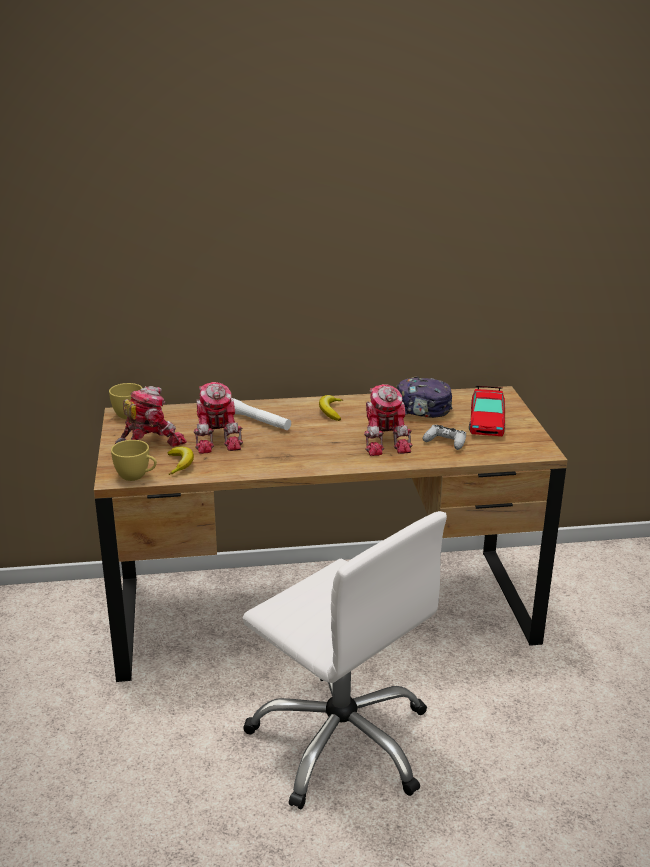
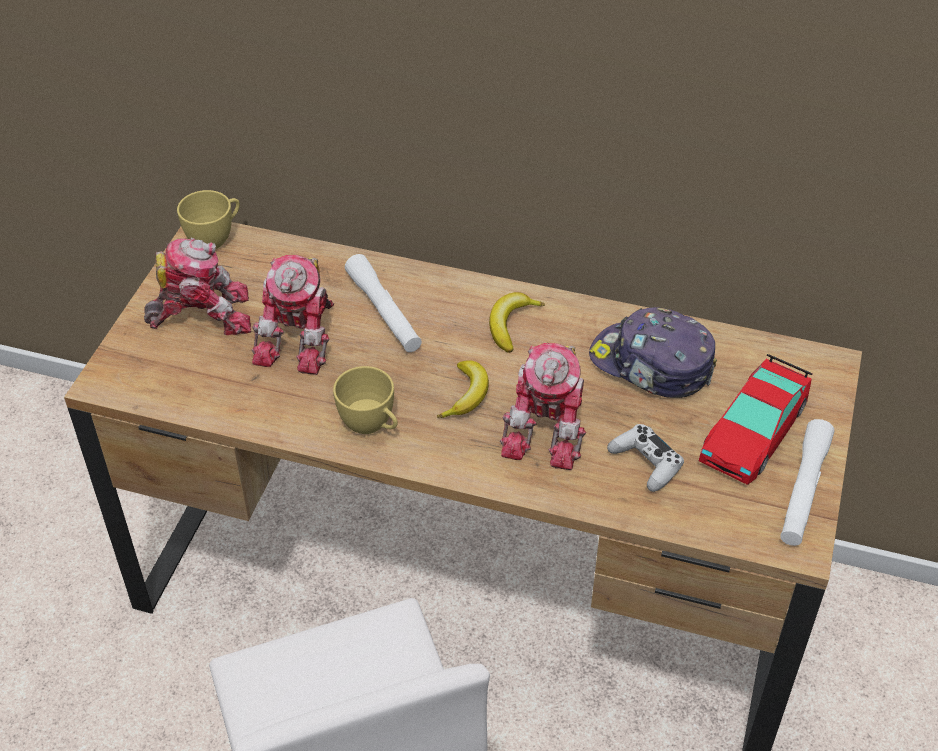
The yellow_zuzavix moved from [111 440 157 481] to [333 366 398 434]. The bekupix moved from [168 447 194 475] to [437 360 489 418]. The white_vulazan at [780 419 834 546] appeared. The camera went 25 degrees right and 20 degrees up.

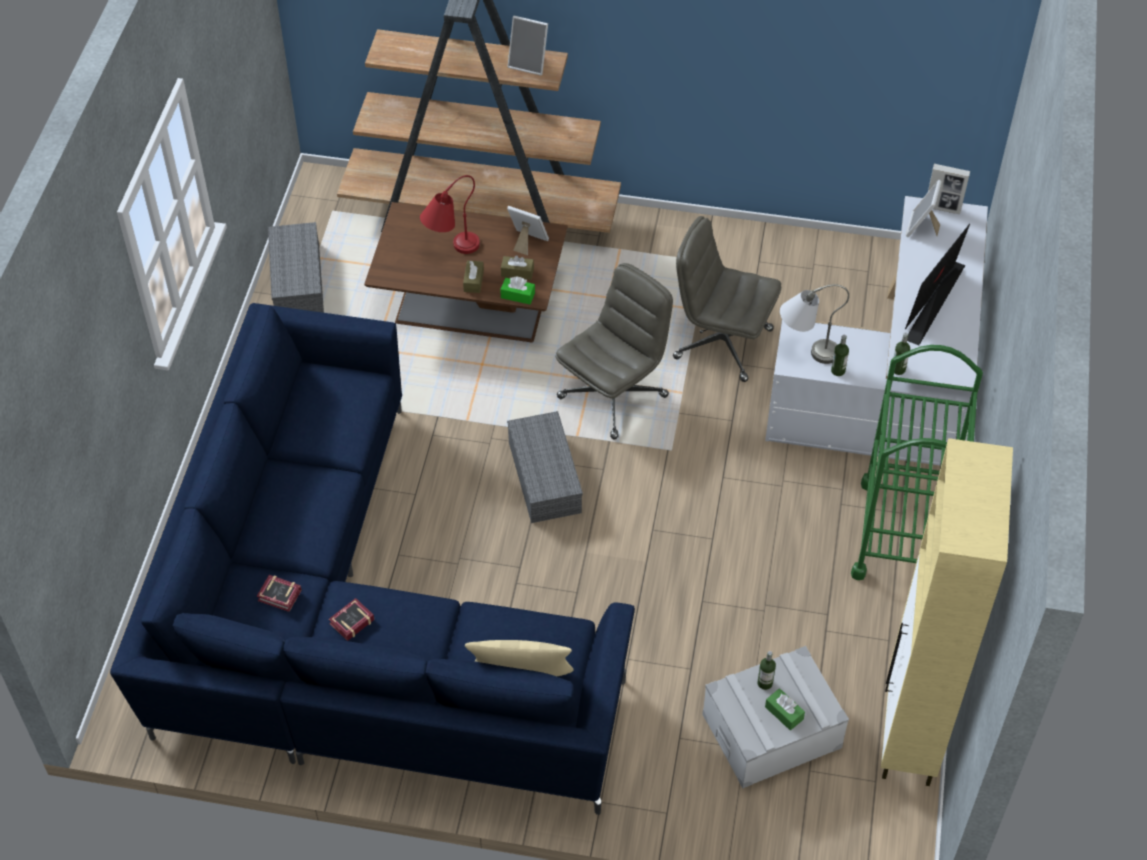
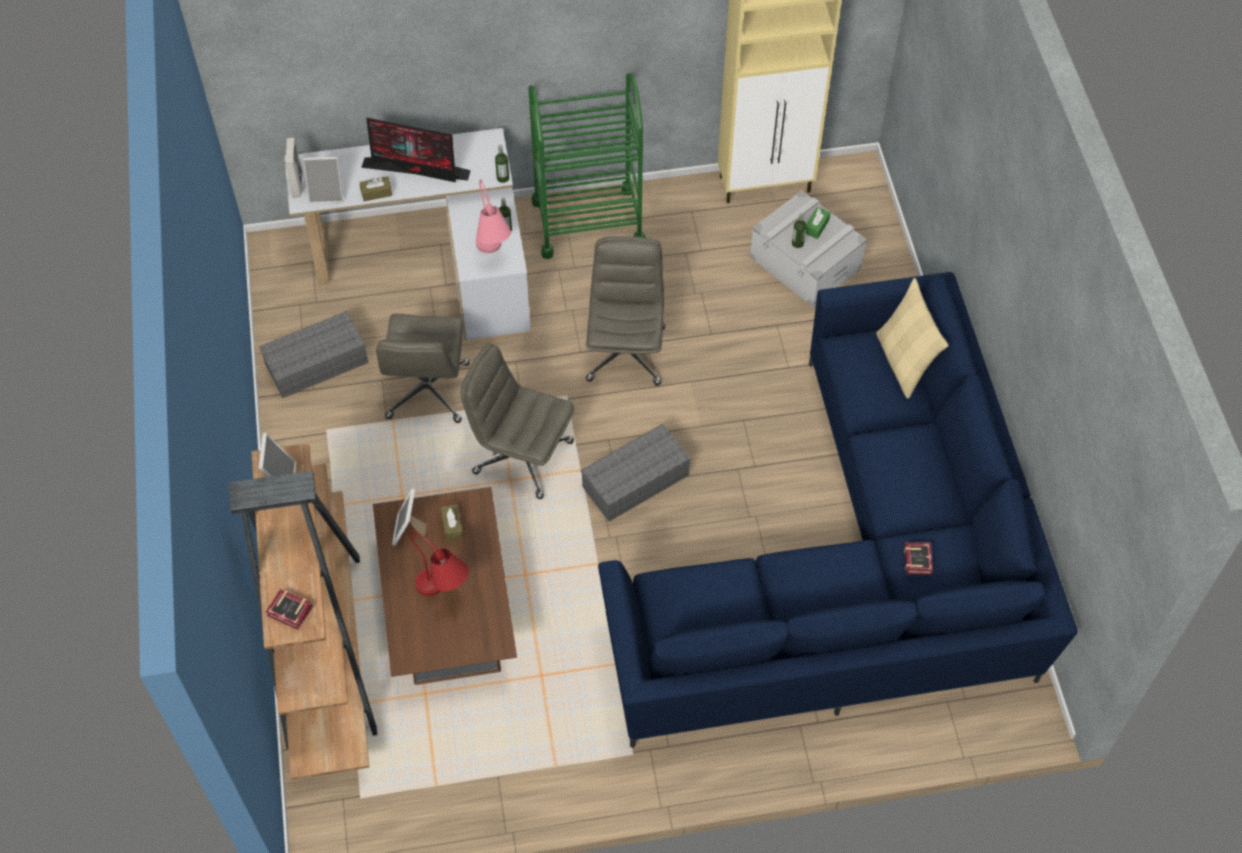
The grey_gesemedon moved from [268 222 324 313] to [259 311 369 398]. The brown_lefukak moved from [463 260 484 293] to [359 176 392 201]. The green_lefukak at [500 277 535 304] disappeared. The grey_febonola at [780 284 849 364] became the pink_febonola at [476 179 511 253]. The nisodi moved from [329 598 375 641] to [266 589 313 630]. The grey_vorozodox at [586 236 665 385] appeared. The camera went 110 degrees left and 5 degrees up.

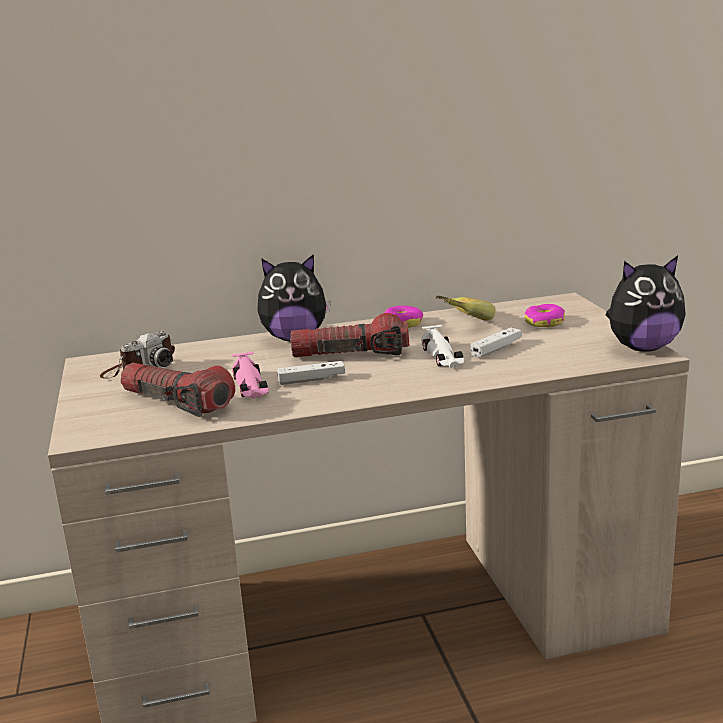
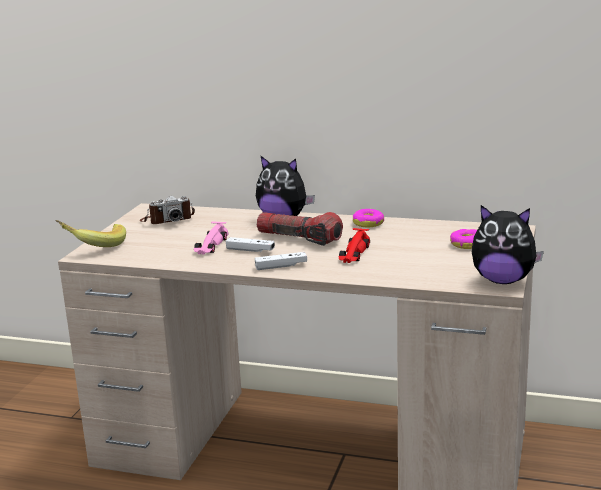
The bekupix moved from [436 296 495 320] to [55 220 126 247]. The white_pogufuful at [421 325 464 368] became the red_pogufuful at [338 228 370 263]. The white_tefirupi moved from [470 328 522 358] to [255 252 307 270]. The vulazan at [121 363 235 417] disappeared. The camera went 30 degrees right and 0 degrees up.

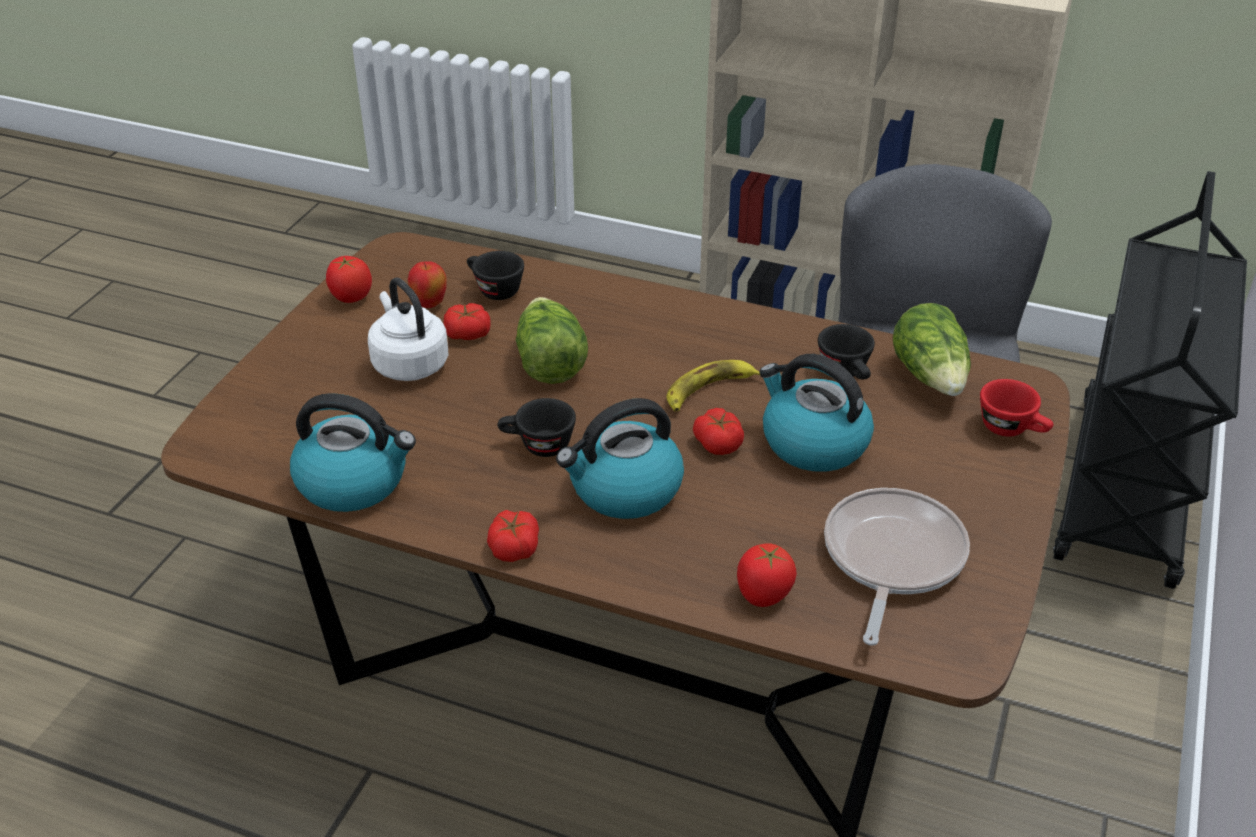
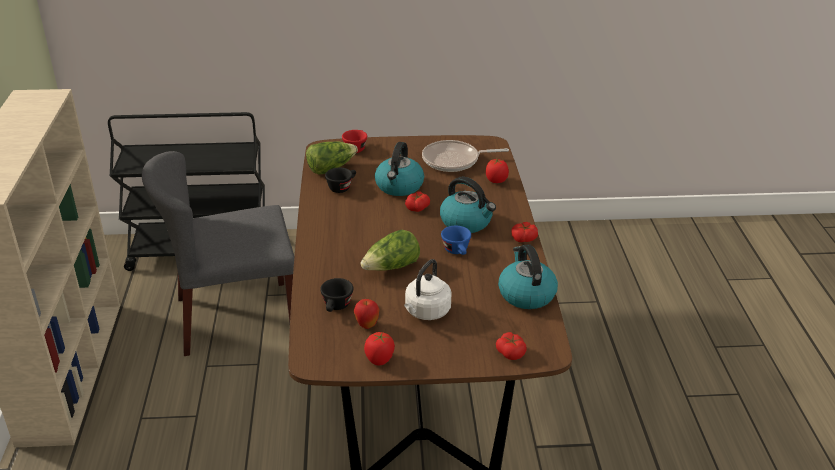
The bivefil moved from [444 303 491 340] to [496 332 527 360]. The bekupix at [666 360 761 411] disappeared. The black_zuzavix at [498 398 576 457] became the blue_zuzavix at [441 226 471 255]. The camera went 115 degrees left and 5 degrees down.

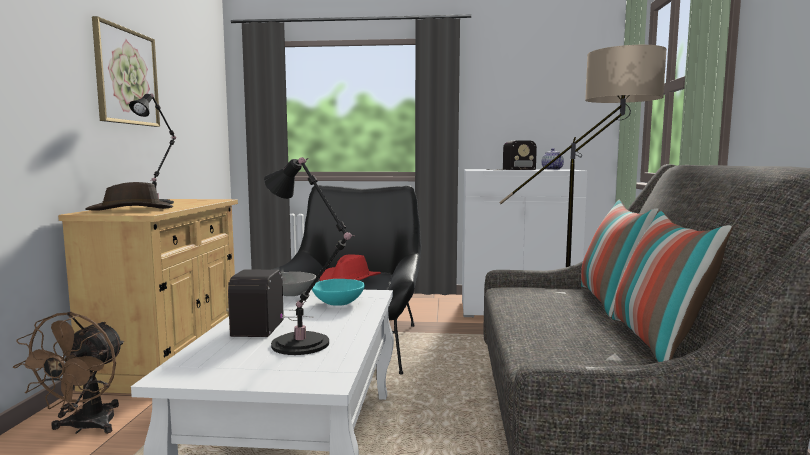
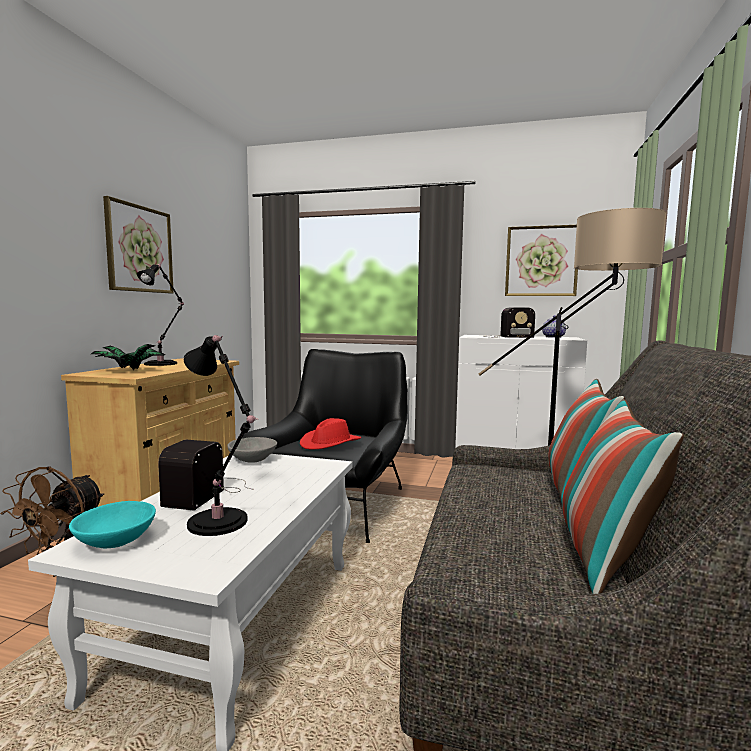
The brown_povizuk at [85 182 173 211] was replaced by the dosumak at [91 344 165 370]. The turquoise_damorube moved from [312 279 365 306] to [69 501 156 548]. The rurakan at [505 225 578 296] appeared. The camera went 10 degrees right and 0 degrees up.

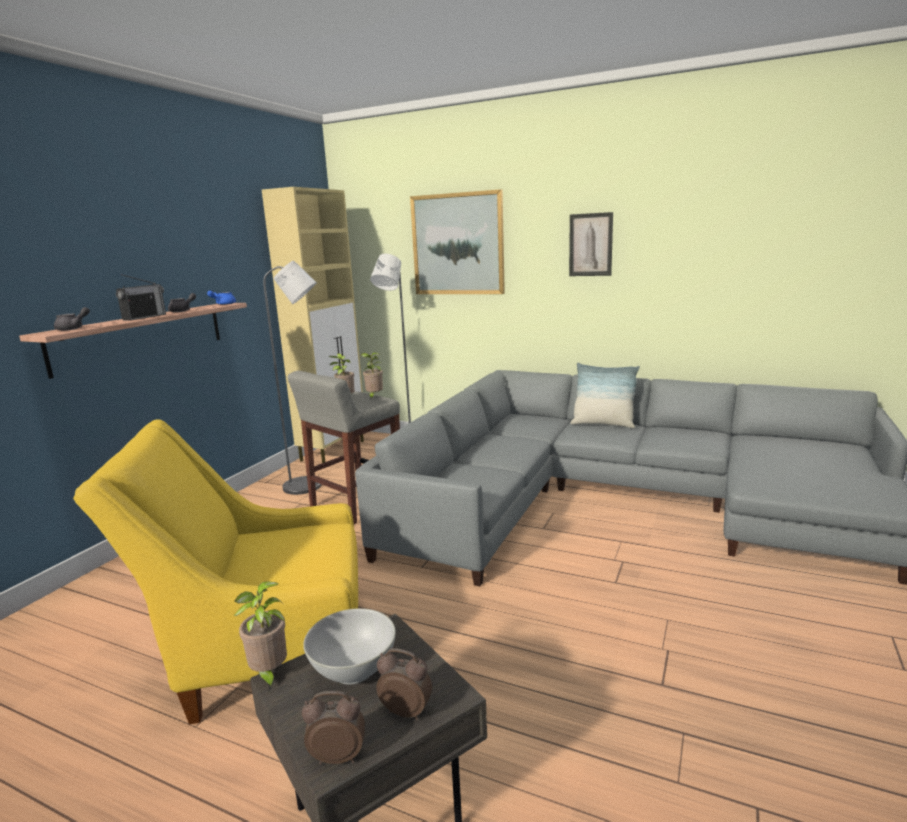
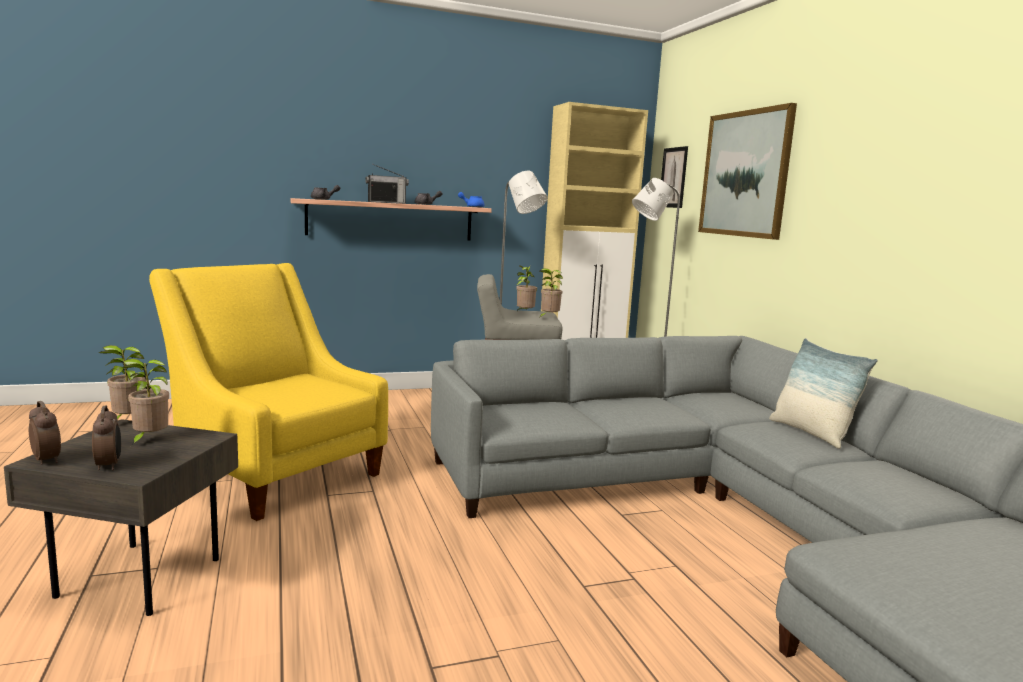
The rurakan moved from [569 212 613 276] to [661 146 688 208]. The white_damorube at [303 608 396 684] was replaced by the dosumak at [121 359 169 446]. The camera went 45 degrees right and 5 degrees down.

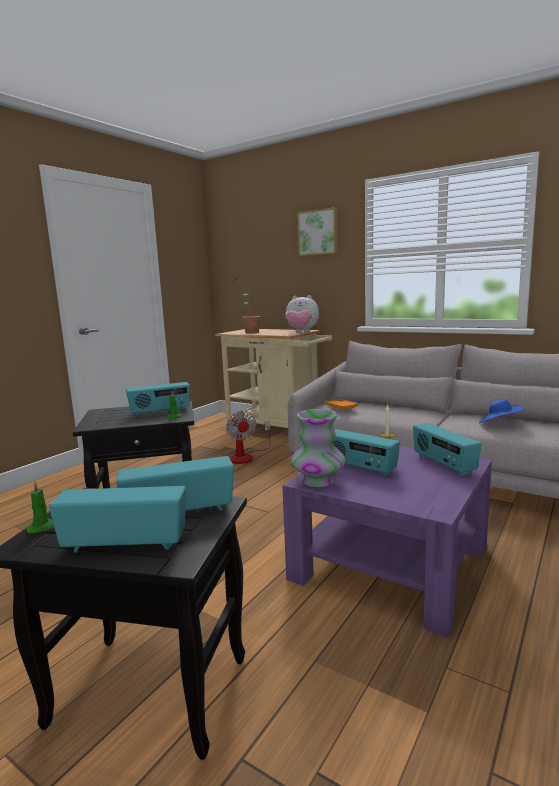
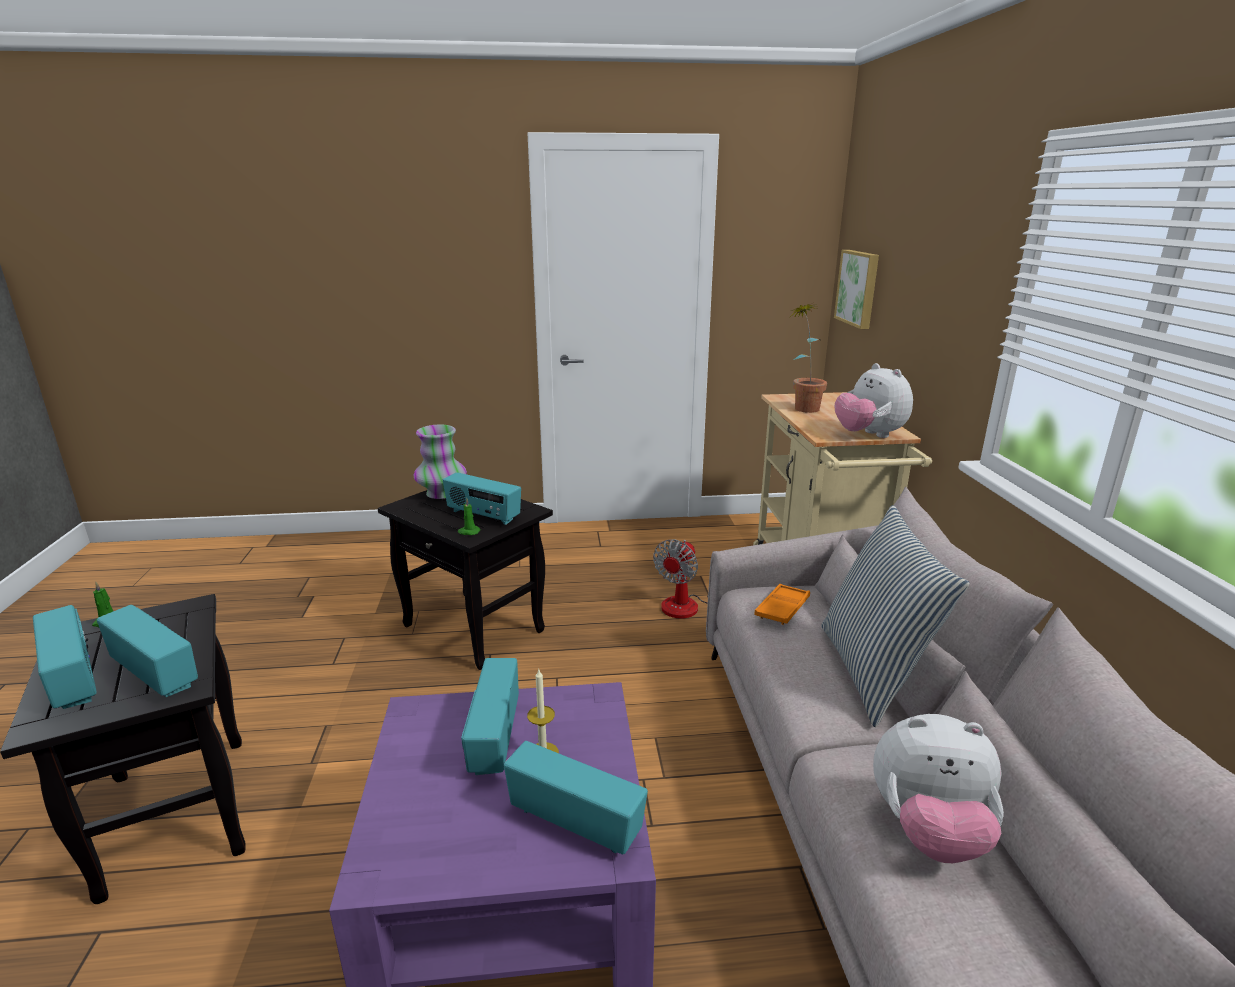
The rurakan moved from [297 207 338 256] to [834 250 879 329]. The blue_povizuk at [479 399 524 423] was replaced by the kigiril at [873 714 1004 863]. The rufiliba moved from [291 409 345 487] to [413 425 467 499]. The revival at [413 423 481 476] turned 90 degrees clockwise. The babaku at [821 505 970 727] appeared. The camera went 50 degrees right and 10 degrees up.

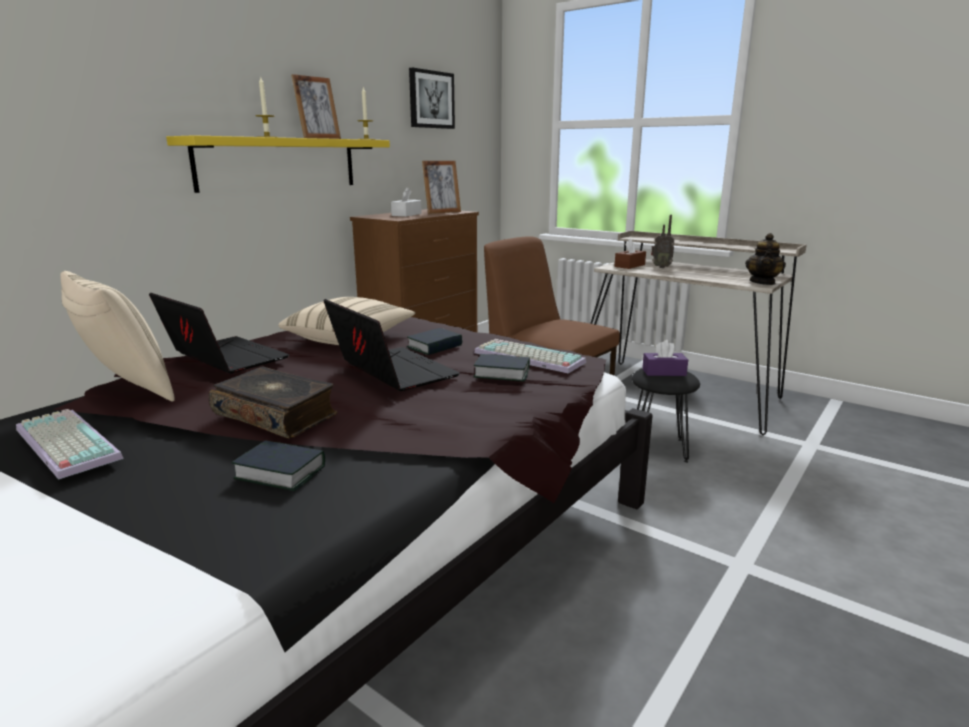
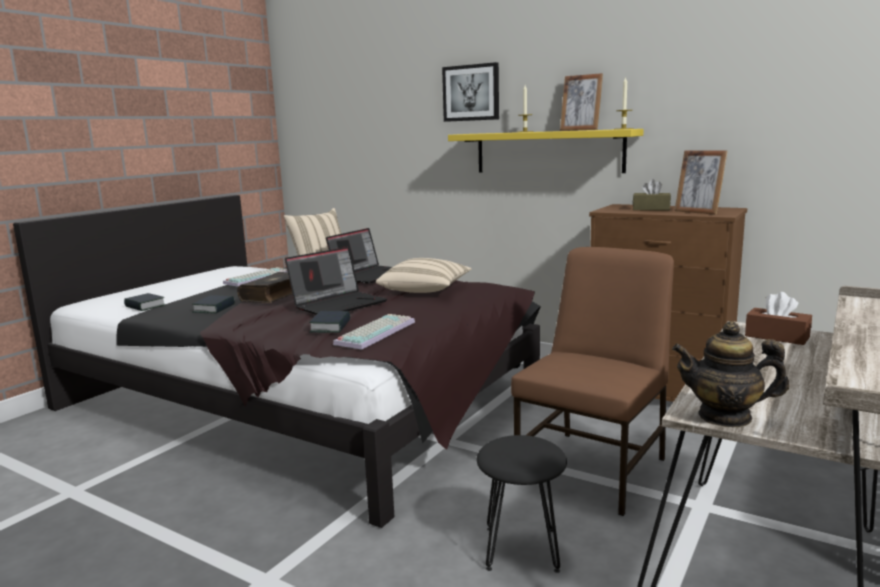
The rurakan moved from [409 68 455 129] to [442 62 499 122]. The white_lefukak at [391 187 422 217] became the brown_lefukak at [633 179 671 211]. The revival at [651 215 675 268] disappeared. The nisodi moved from [406 328 462 355] to [124 293 165 311]. The purple_lefukak at [642 340 688 376] disappeared. The camera went 85 degrees right and 5 degrees down.

